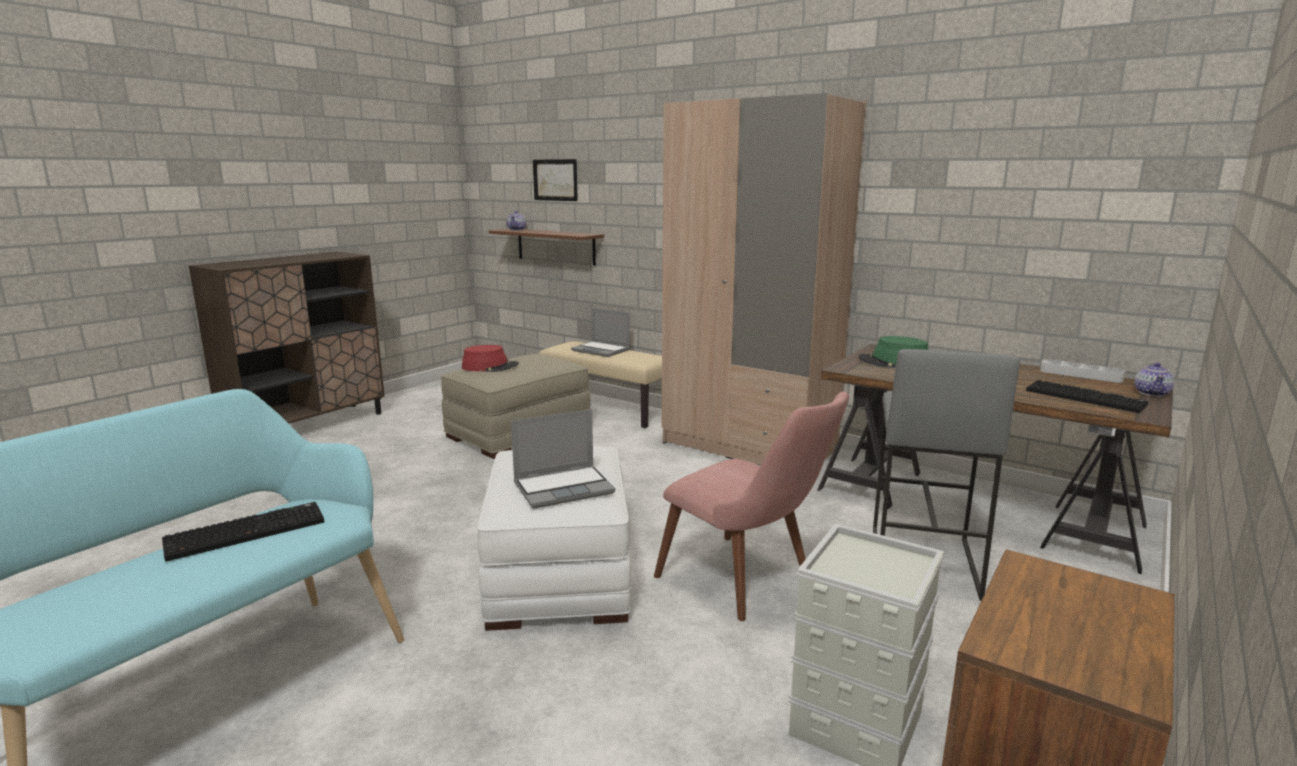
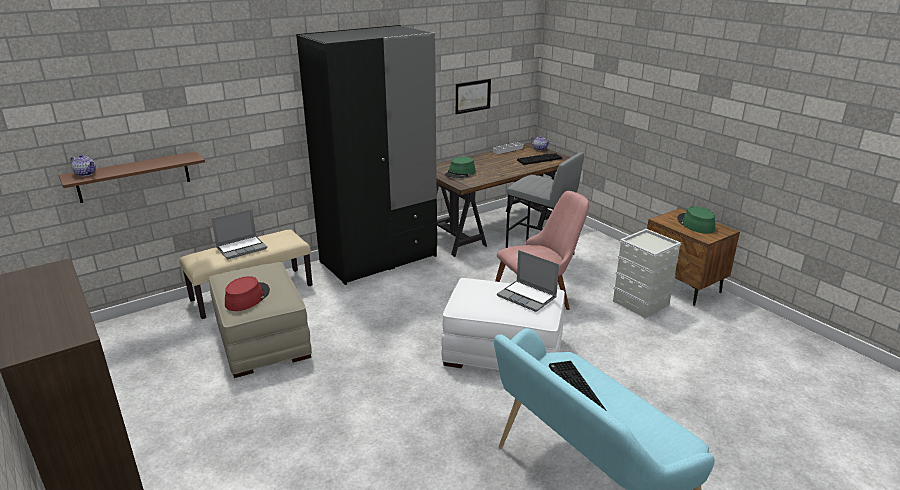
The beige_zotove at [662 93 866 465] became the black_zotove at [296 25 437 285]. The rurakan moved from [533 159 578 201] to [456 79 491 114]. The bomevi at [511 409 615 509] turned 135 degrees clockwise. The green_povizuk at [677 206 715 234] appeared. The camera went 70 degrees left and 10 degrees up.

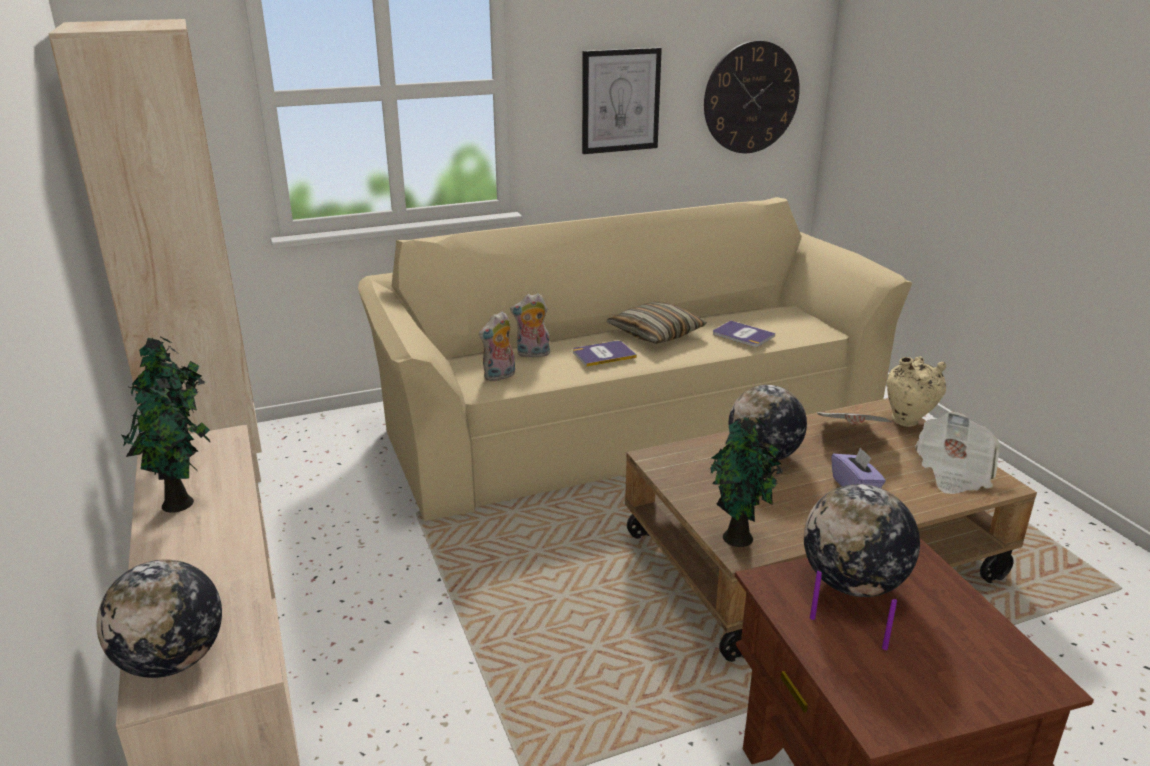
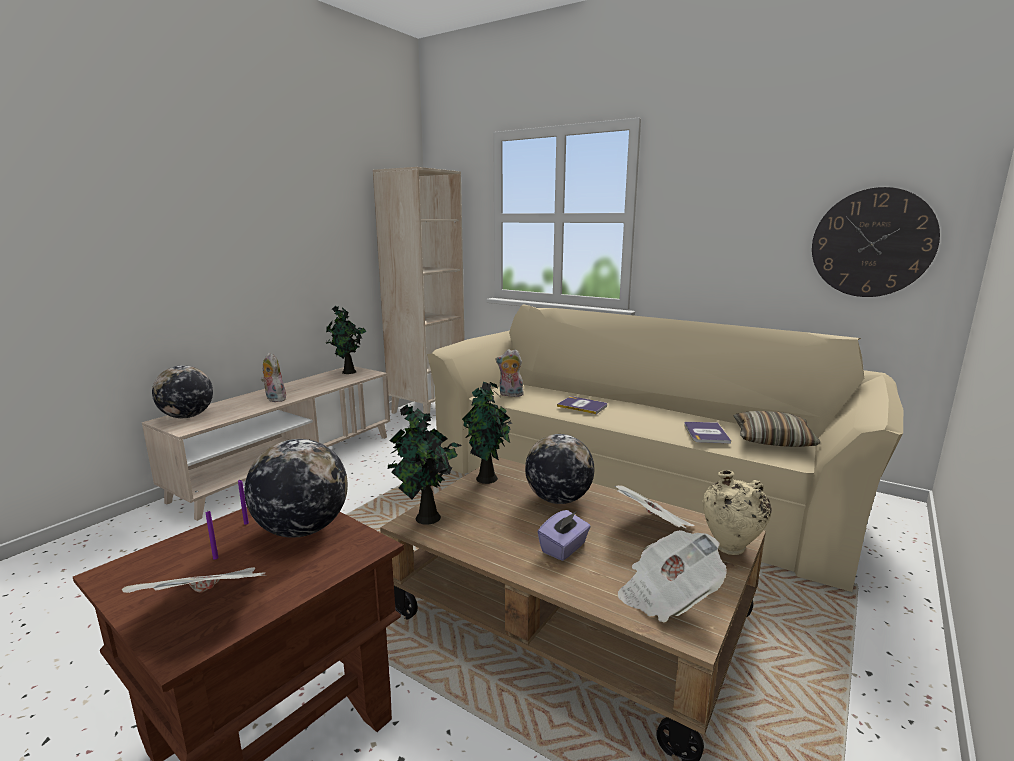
The rurakan at [582 47 662 154] disappeared. The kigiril moved from [510 293 550 358] to [261 353 286 402]. The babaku moved from [607 302 707 344] to [733 411 820 447]. The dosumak moved from [121 376 210 513] to [462 382 512 484]. The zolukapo at [122 567 266 593] appeared. The camera went 55 degrees right and 10 degrees down.

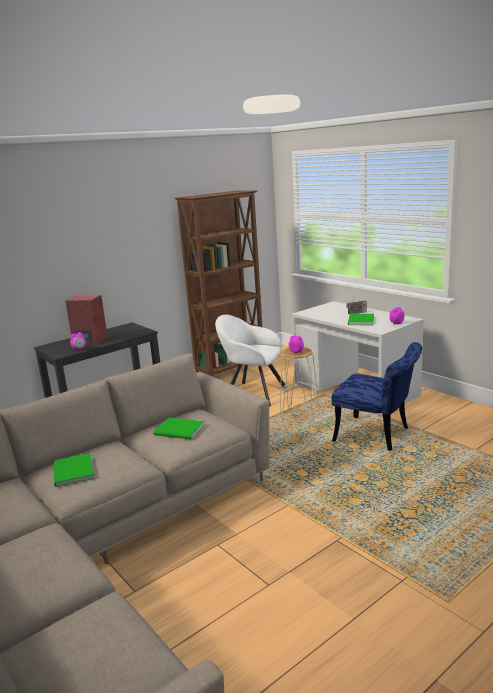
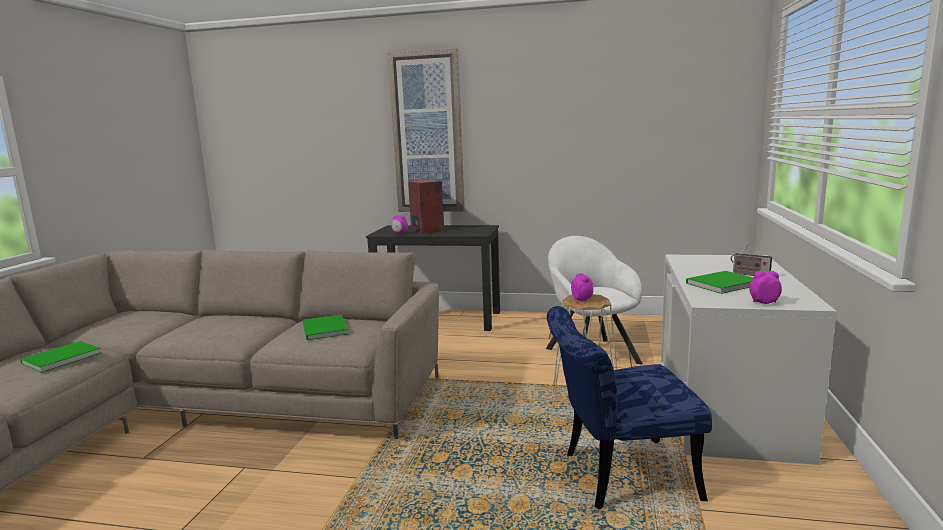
The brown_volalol at [174 190 262 377] disappeared. The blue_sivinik at [331 342 422 451] turned 90 degrees clockwise. The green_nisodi moved from [54 453 94 487] to [20 341 101 373]. The rurakan at [388 48 465 212] appeared. The camera went 50 degrees right and 5 degrees down.

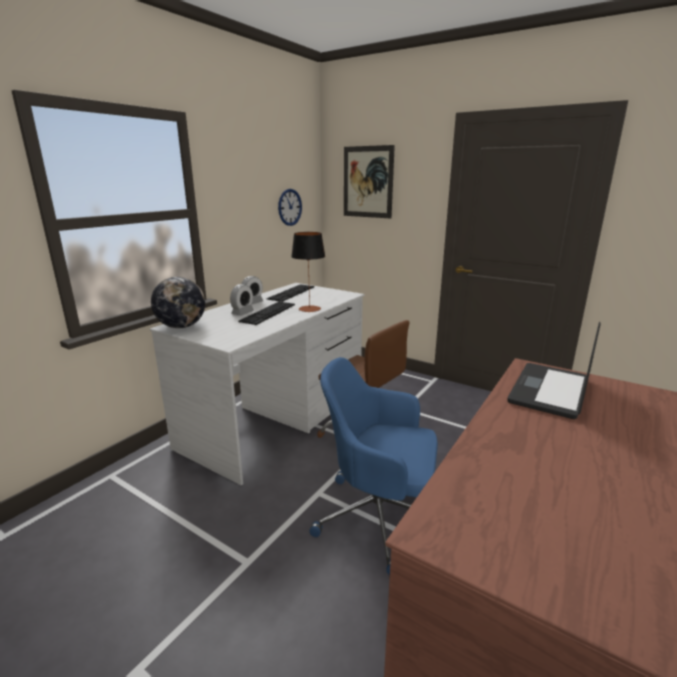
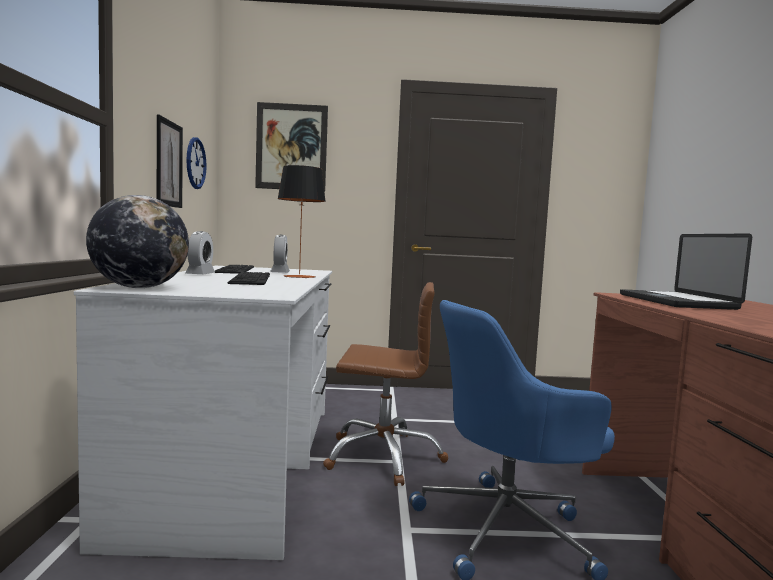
The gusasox moved from [230 284 254 316] to [270 235 290 273]. The rurakan at [157 114 183 208] appeared. The camera went 35 degrees left and 15 degrees down.

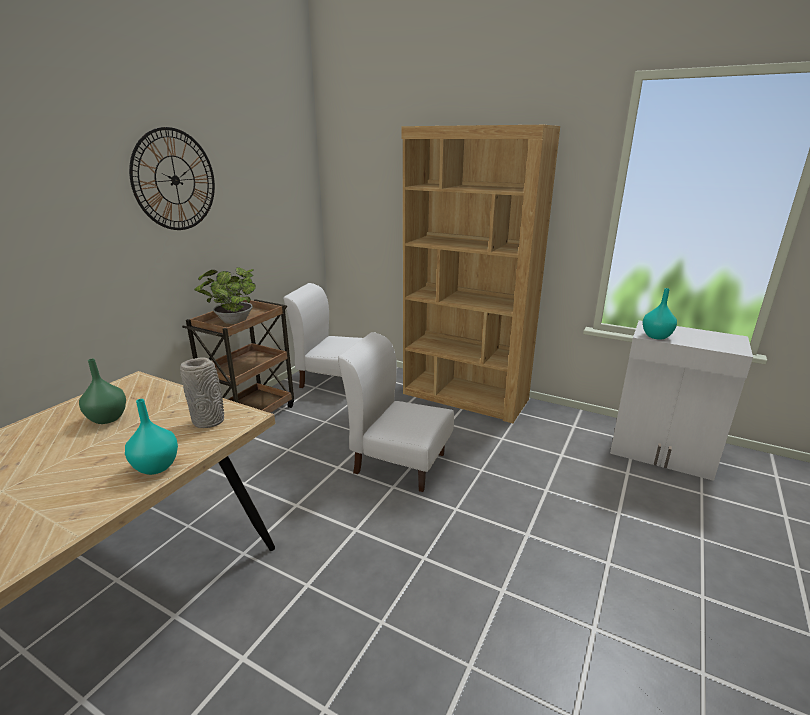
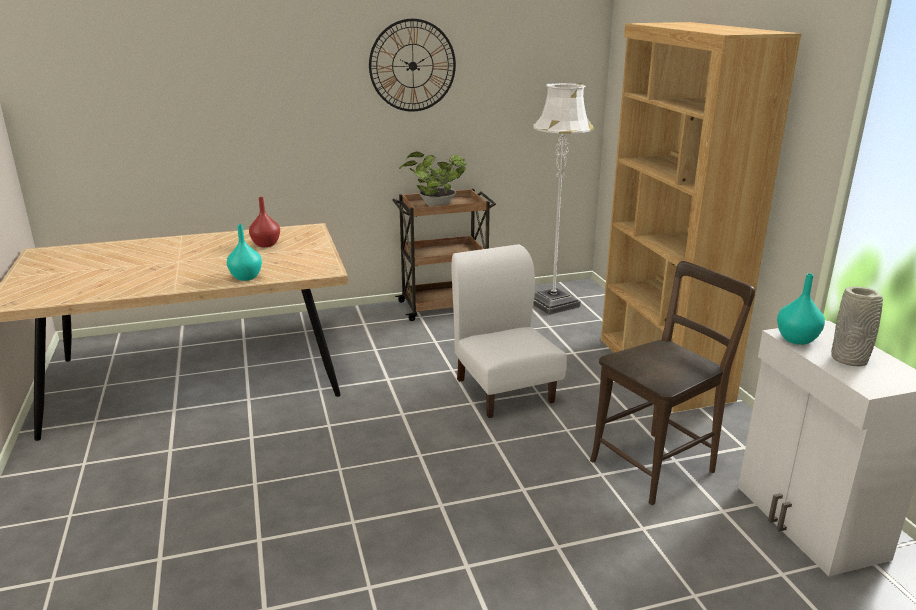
The white_sivinik at [284 283 363 388] was replaced by the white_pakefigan at [533 82 594 315]. The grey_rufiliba moved from [180 358 224 428] to [831 286 883 366]. The green_rufiliba at [79 359 126 424] became the red_rufiliba at [249 197 280 247]. The brown_sivinik at [590 261 755 505] appeared. The camera went 45 degrees right and 0 degrees up.

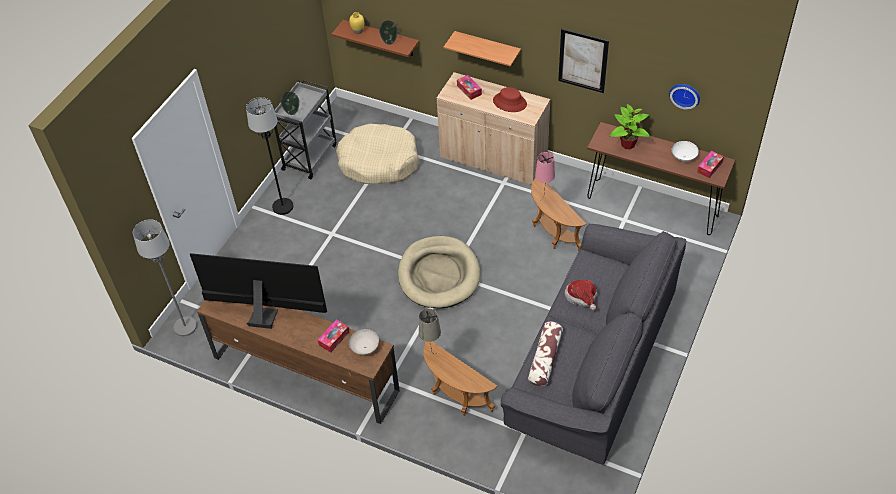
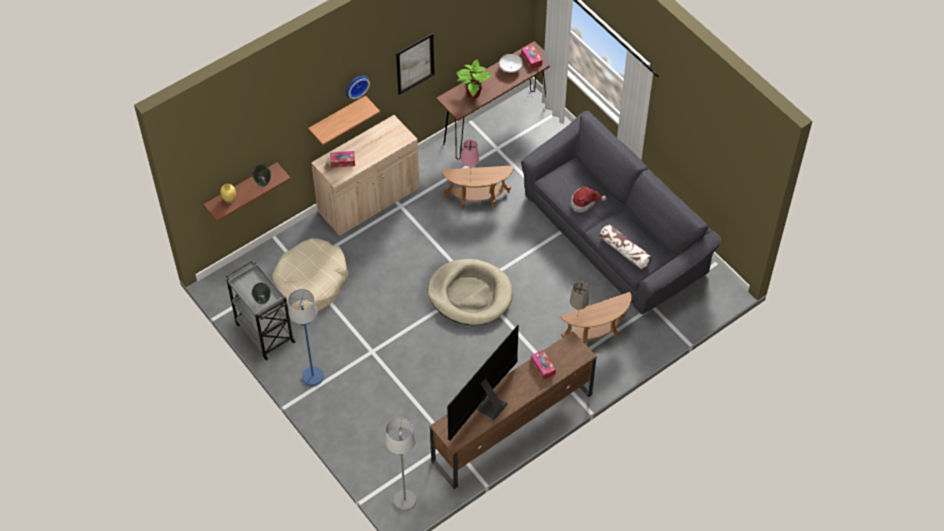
The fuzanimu moved from [669 84 700 109] to [346 76 370 99]. The red_povizuk at [493 87 527 112] disappeared. The black_pakefigan at [246 97 293 215] became the blue_pakefigan at [288 289 324 386]. The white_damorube at [349 329 379 355] disappeared. The camera went 65 degrees left and 5 degrees up.

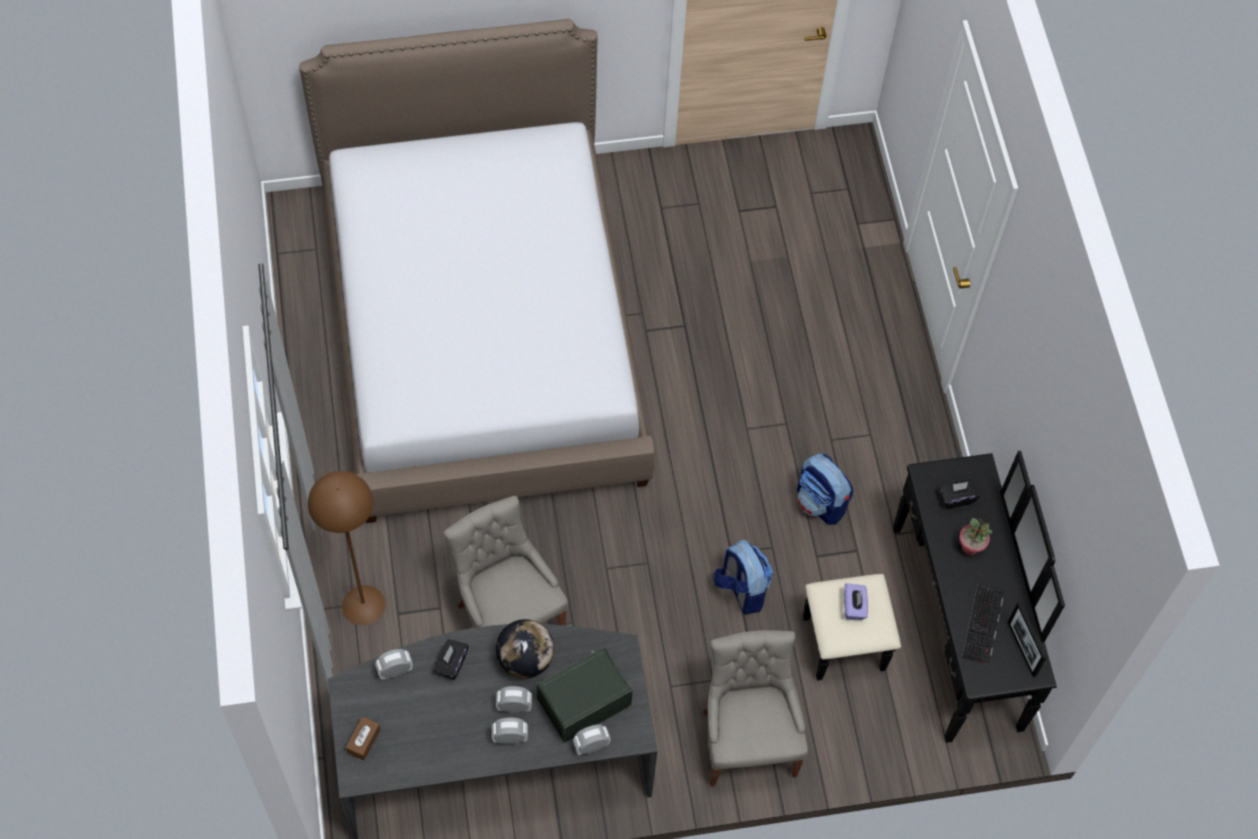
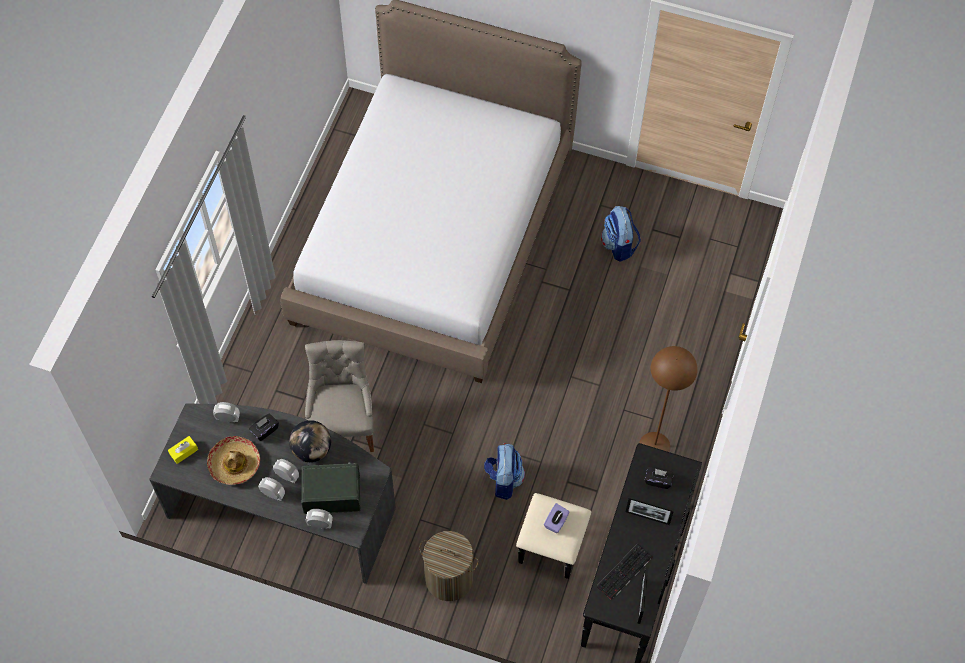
The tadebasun moved from [797 453 854 525] to [601 206 641 262]. The brown_pakefigan moved from [308 471 386 625] to [639 346 698 452]. The dosumak at [959 518 992 555] was replaced by the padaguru at [626 496 674 525]. The grey_sivinik at [703 630 808 787] was replaced by the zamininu at [419 531 479 601]. The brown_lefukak at [345 716 381 760] became the yellow_lefukak at [168 436 198 464]. The povizuk at [207 436 260 485] appeared. The camera went 30 degrees right and 0 degrees up.

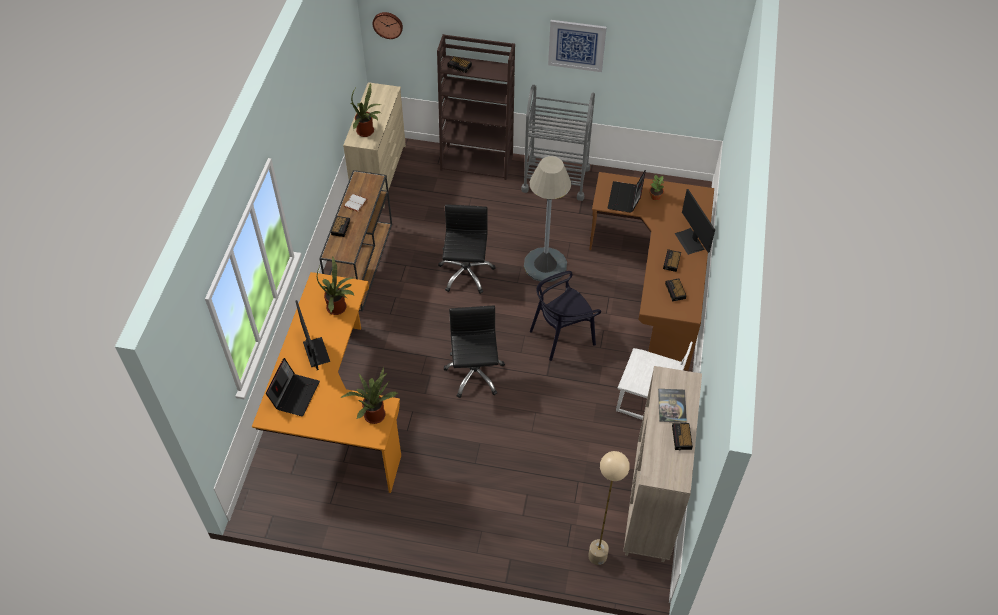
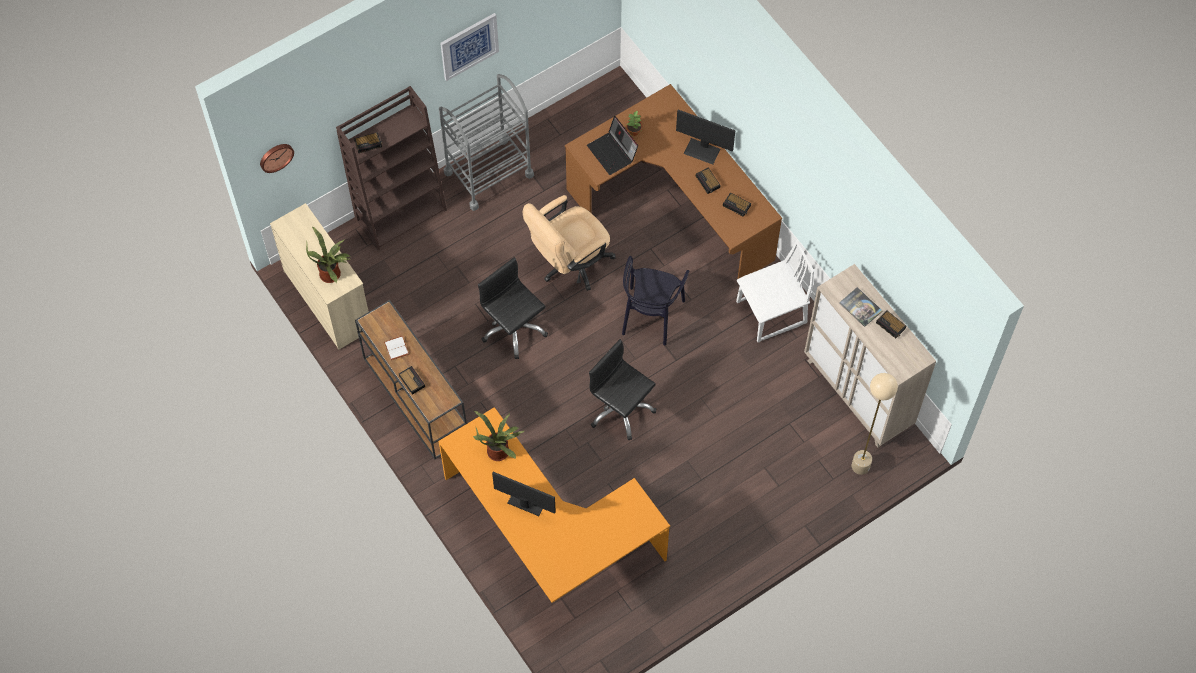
The grey_pakefigan at [524 156 571 282] was replaced by the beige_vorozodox at [522 195 615 291]. The bomevi at [266 358 320 416] disappeared. The dosumak at [341 367 399 424] disappeared. The camera went 45 degrees left and 10 degrees up.

